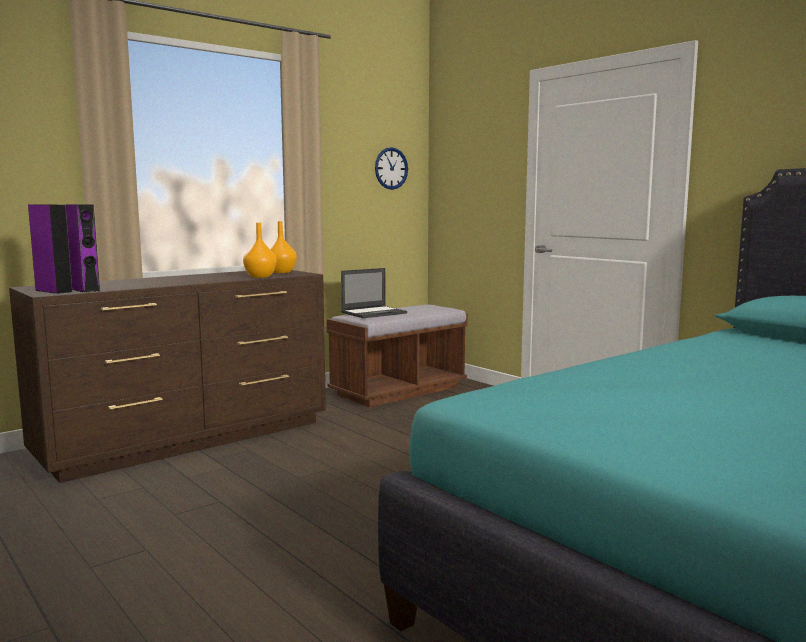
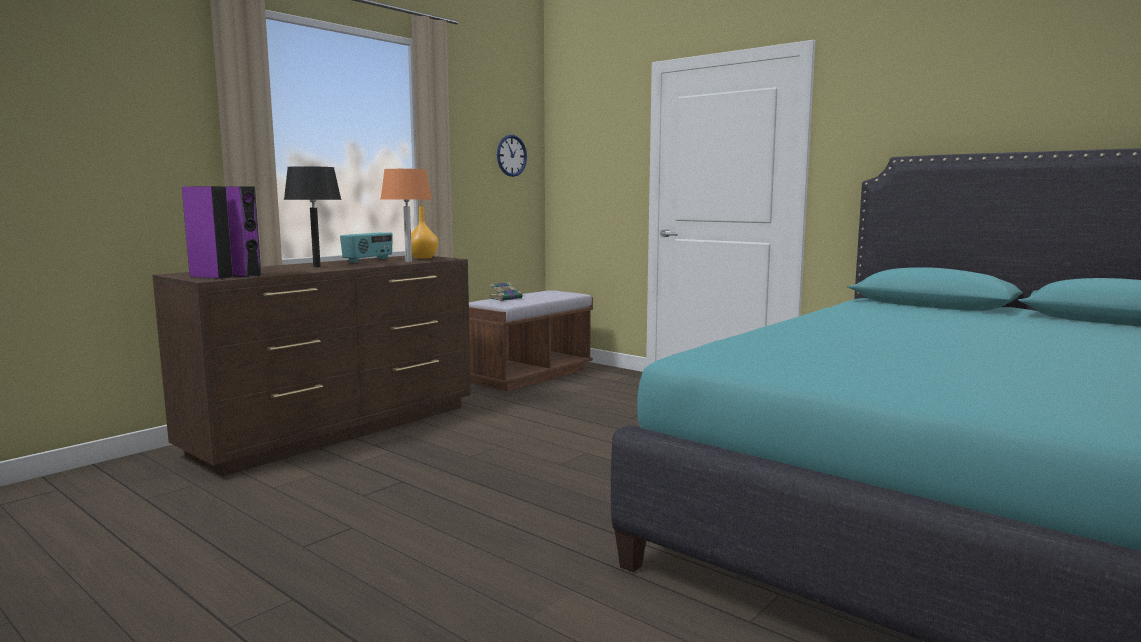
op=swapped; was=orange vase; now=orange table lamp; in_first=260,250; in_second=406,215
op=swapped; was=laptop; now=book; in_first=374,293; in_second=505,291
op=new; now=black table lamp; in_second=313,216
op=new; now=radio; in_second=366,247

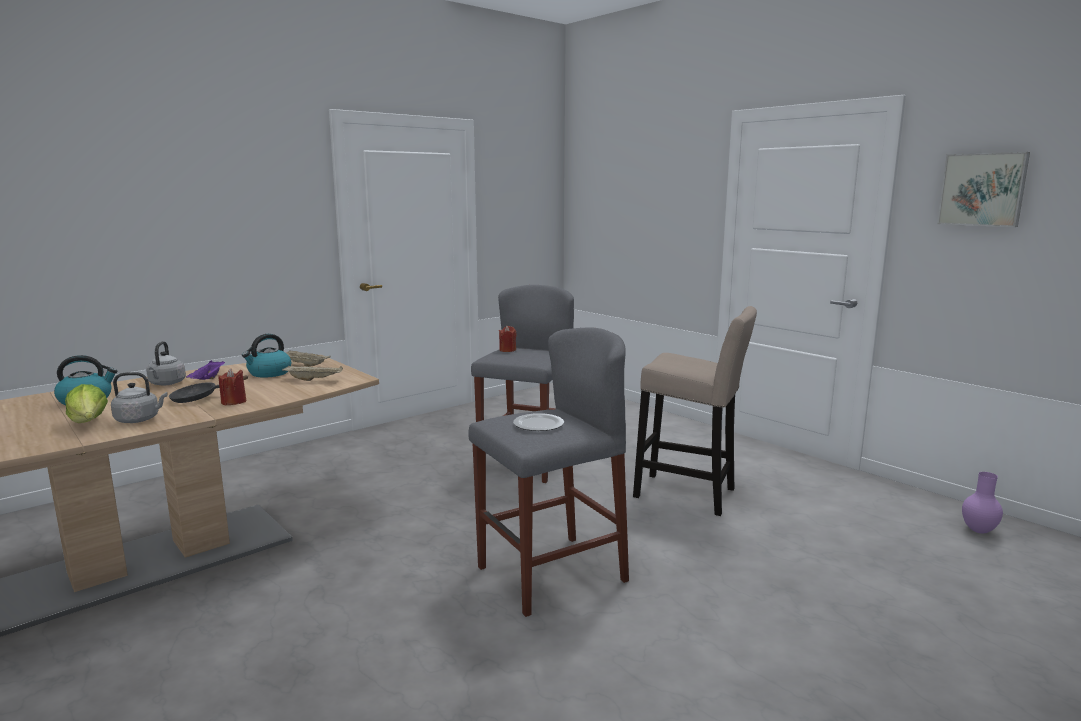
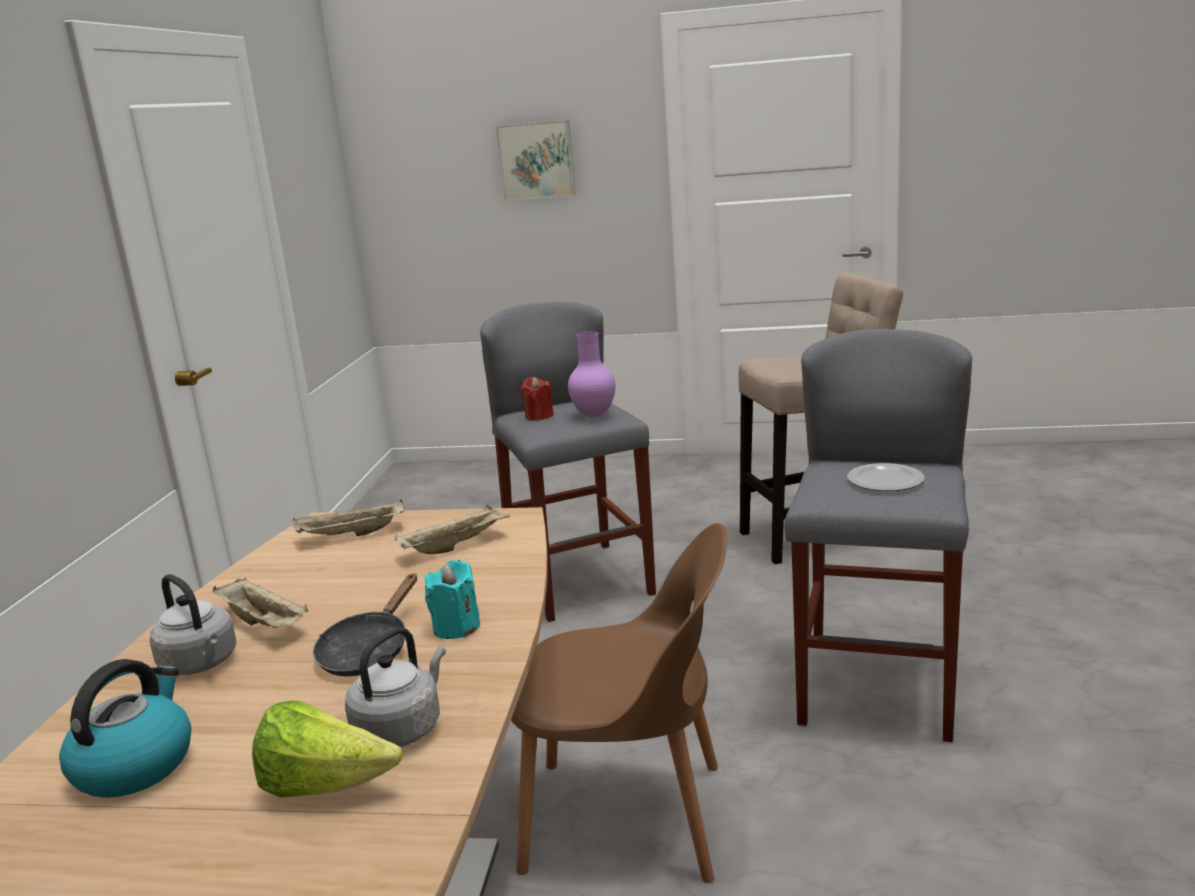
op=shifted; was=picture; in_first=983,189; in_second=535,160
op=gone; was=kettle; in_first=266,356
op=repainted; was=purple tray; now=beige tray; in_first=205,370; in_second=260,603
op=repainted; was=red candle; now=turquoise candle; in_first=232,387; in_second=452,599
op=shifted; was=purple vase; in_first=982,503; in_second=592,374
op=new; now=brown chair; in_second=619,703

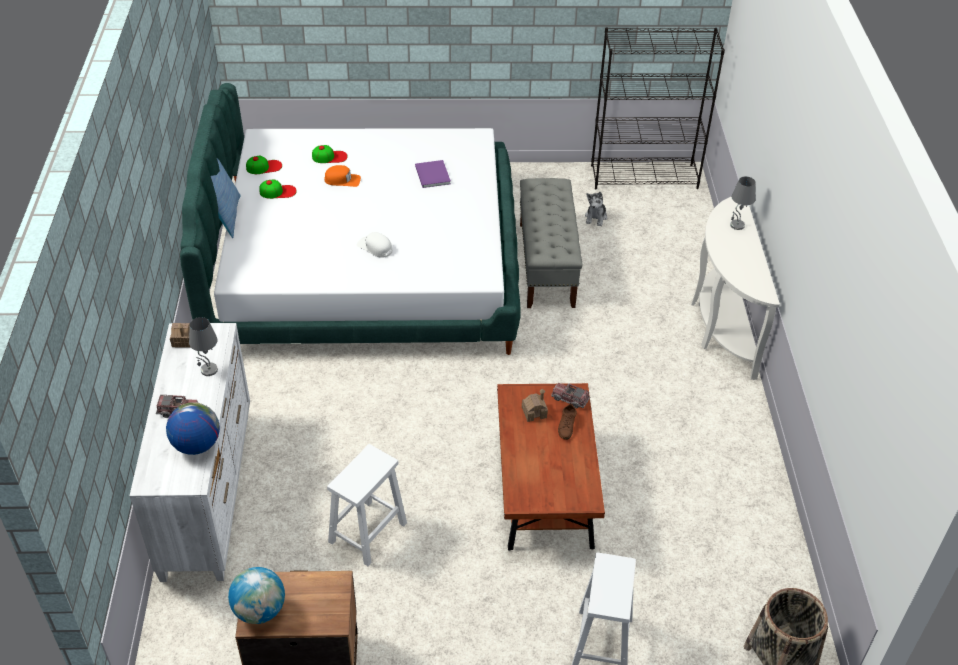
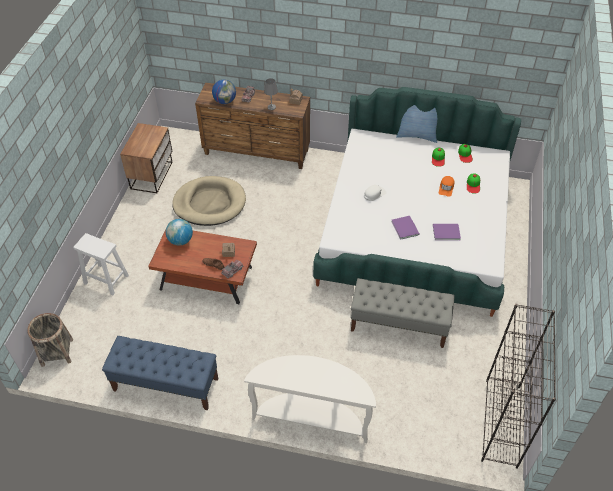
op=gone; was=grey table lamp; in_first=743,203
op=gone; was=plush toy; in_first=596,209
op=repainted; was=white dresser; now=brown dresser; in_first=190,452; in_second=252,126
op=swapped; was=white stool; now=beige dog bed; in_first=367,505; in_second=209,201
op=shifted; was=globe; in_first=256,595; in_second=179,232
op=new; now=purple book; in_second=405,228
op=new; now=blue bench; in_second=160,373

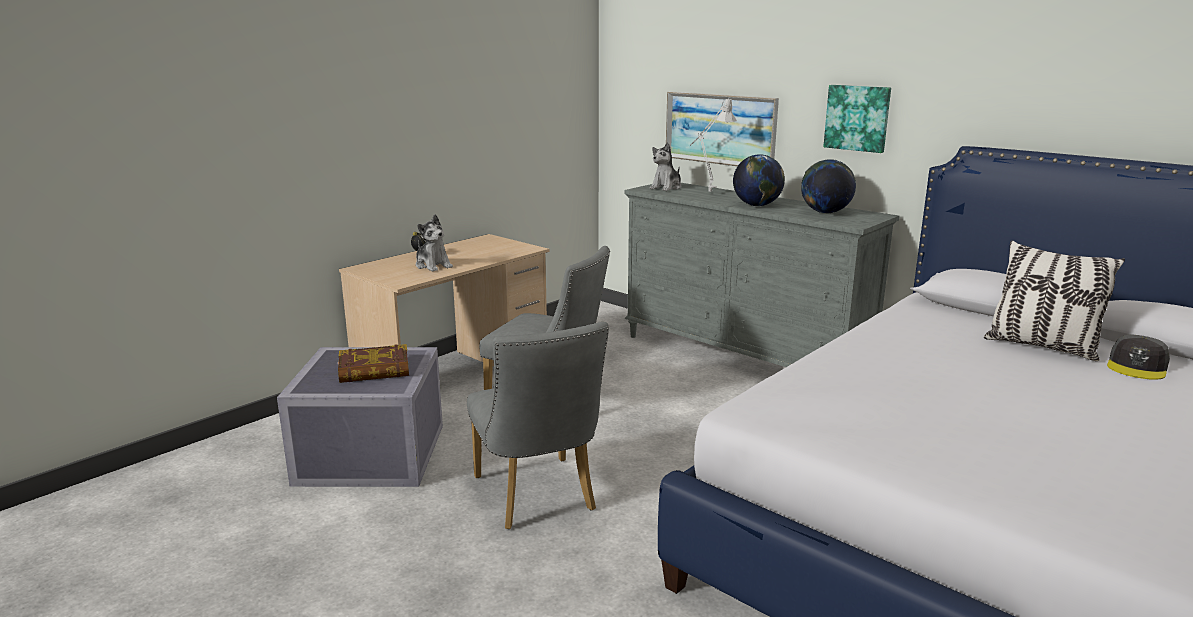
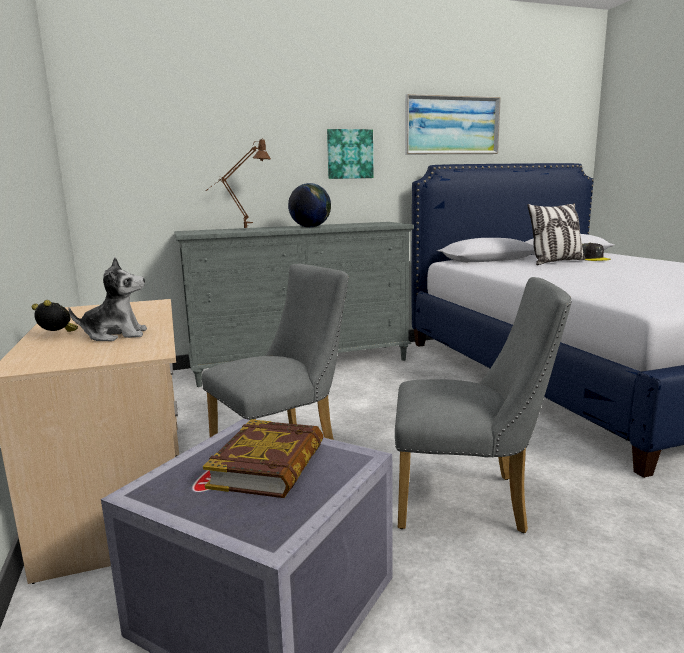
op=shifted; was=picture; in_first=722,128; in_second=453,124
op=repainted; was=grey table lamp; now=brown table lamp; in_first=713,145; in_second=238,183
op=gone; was=plush toy; in_first=665,166
op=gone; was=globe; in_first=828,186

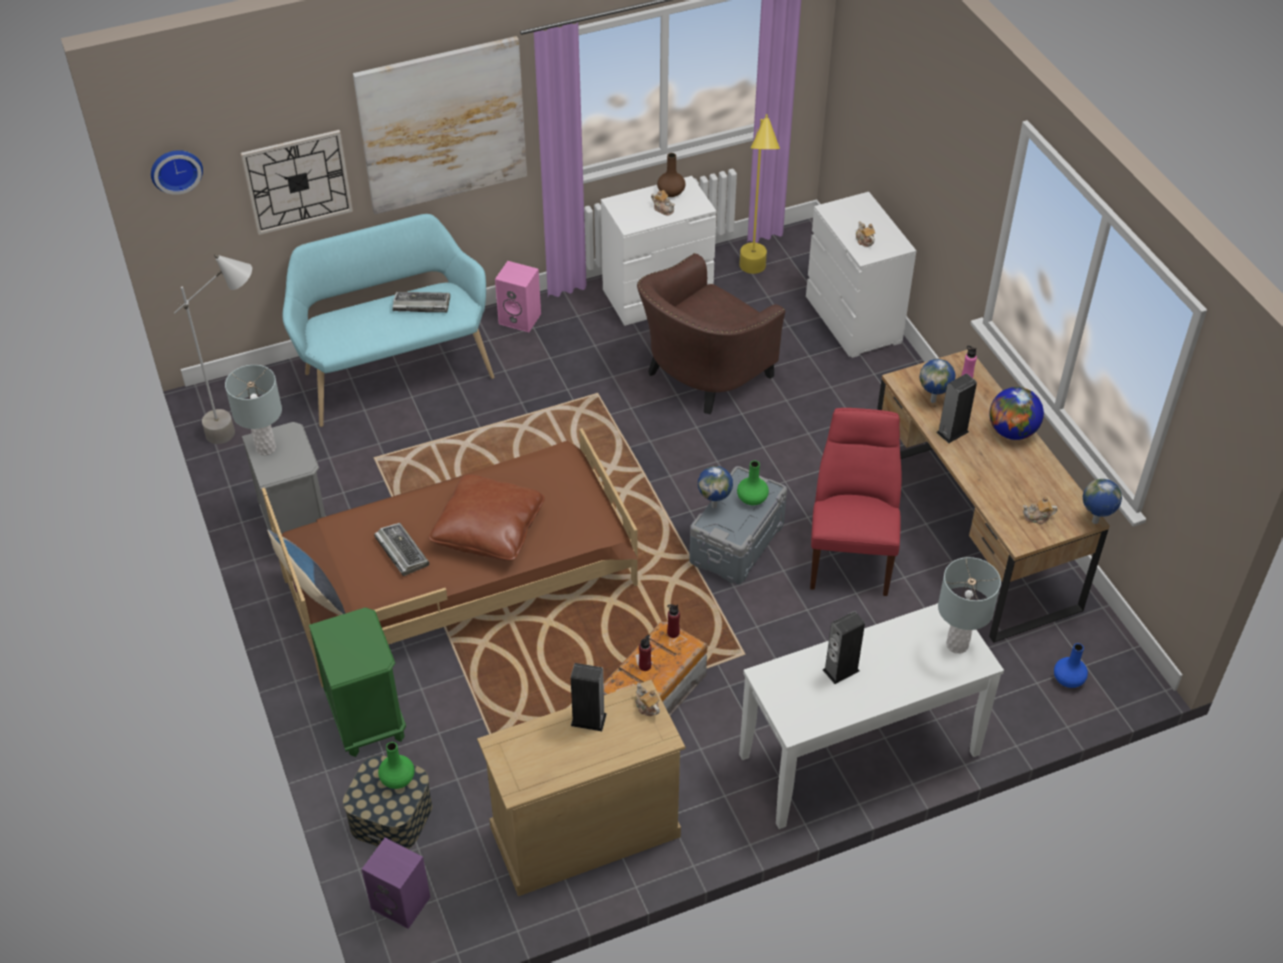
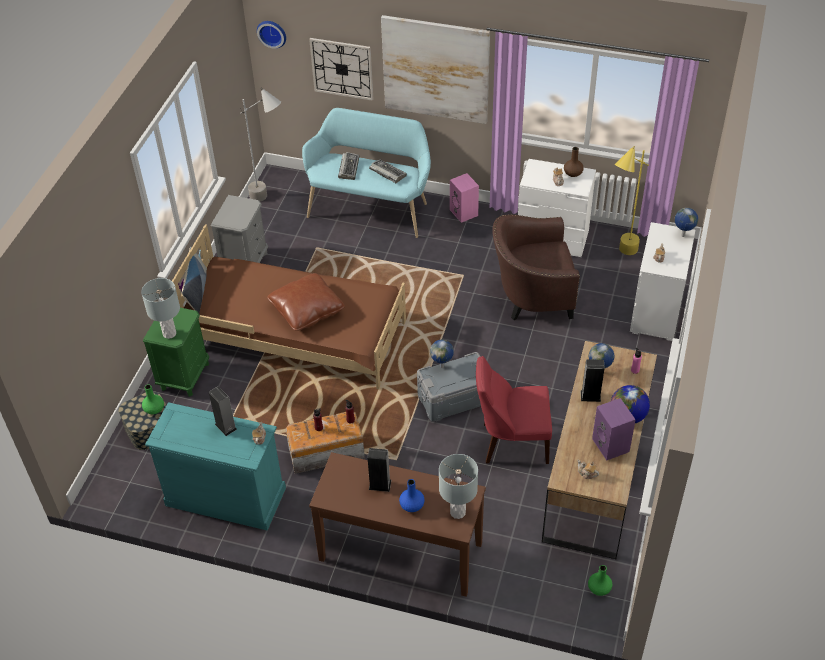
op=shifted; was=grey table lamp; in_first=253,410; in_second=160,308
op=rotated; was=red chair; in_first=856,502; in_second=514,410; clockwise=-135
op=shifted; was=green vase; in_first=753,483; in_second=600,580
op=shifted; was=globe; in_first=1102,501; in_second=686,222
op=shifted; was=keyboard; in_first=401,549; in_second=348,166
op=repainted; was=white console table; now=brown console table; in_first=871,716; in_second=397,524
op=shifted; was=blue vase; in_first=1071,665; in_second=412,495
op=repainted; was=beige dresser; now=turquoise dresser; in_first=581,788; in_second=215,466
op=shifted; was=purple speaker; in_first=396,883; in_second=614,429

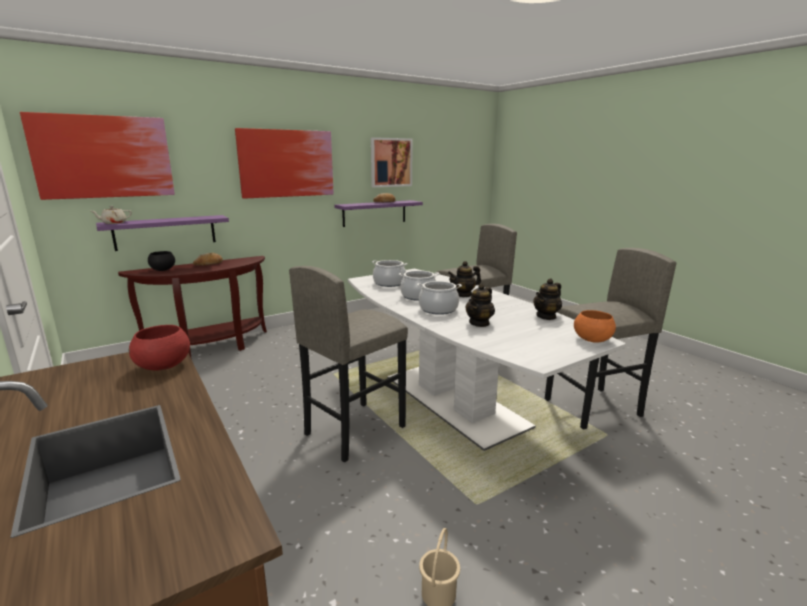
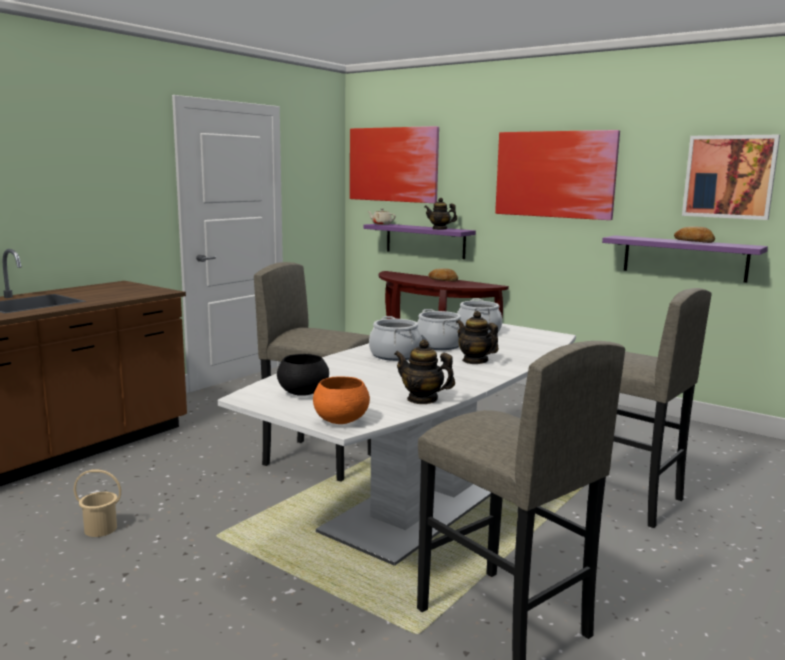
op=shifted; was=black bowl; in_first=161,261; in_second=303,375
op=shifted; was=teapot; in_first=480,305; in_second=441,214
op=gone; was=red bowl; in_first=159,347

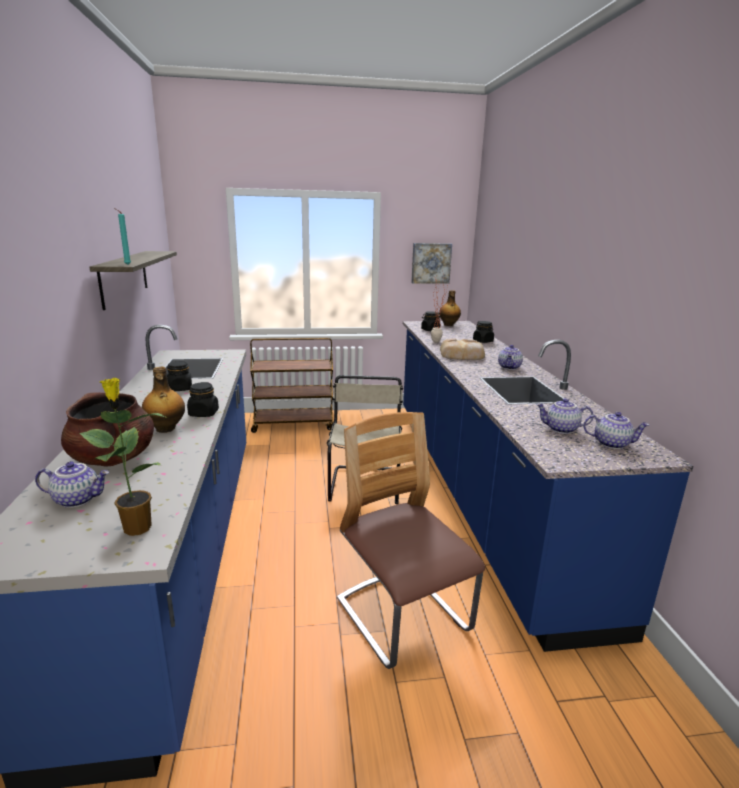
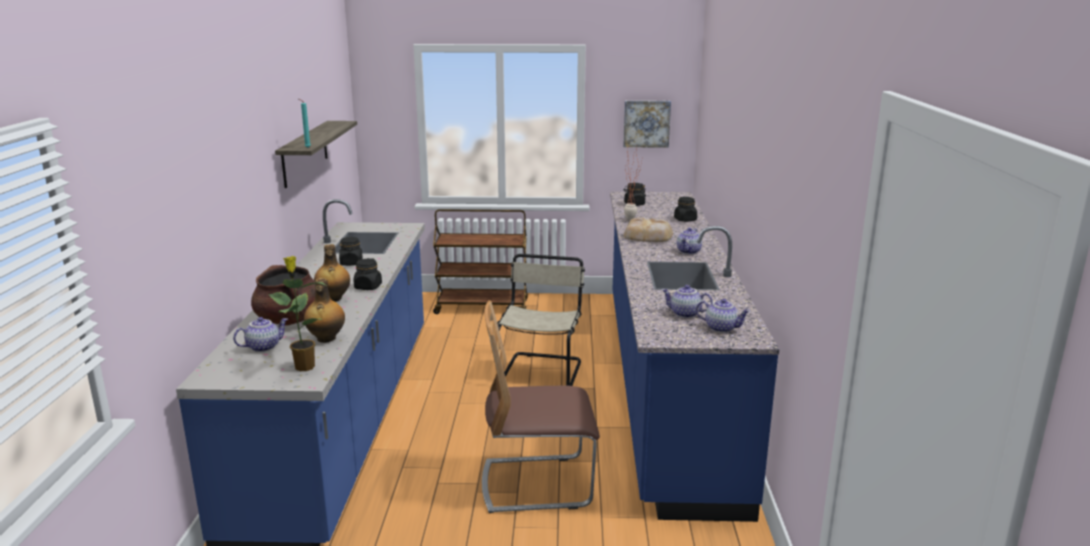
op=shifted; was=bottle; in_first=450,308; in_second=324,310
op=rotated; was=chair; in_first=411,540; in_second=541,406; clockwise=-75
op=rotated; was=teapot; in_first=72,484; in_second=260,334; clockwise=-45

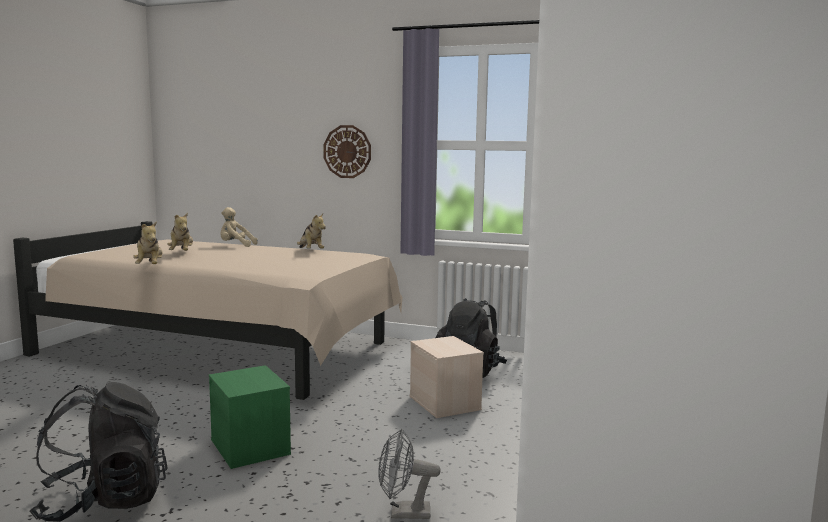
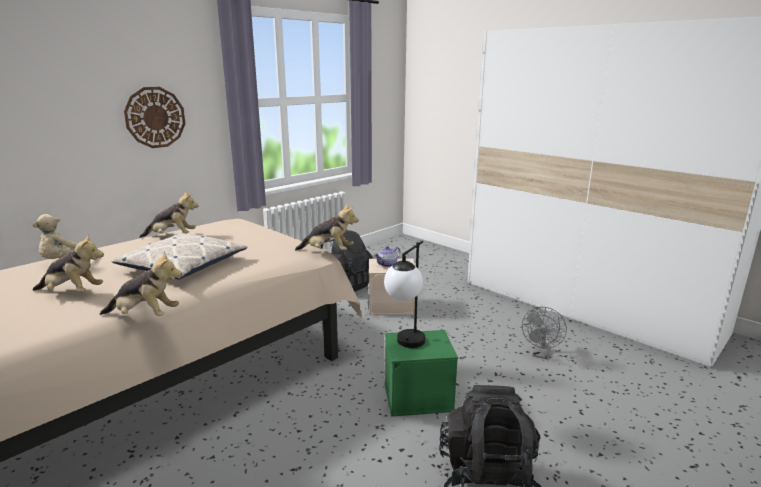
op=new; now=plush toy; in_second=327,226
op=new; now=pillow; in_second=179,257
op=new; now=table lamp; in_second=404,294
op=new; now=teapot; in_second=387,256

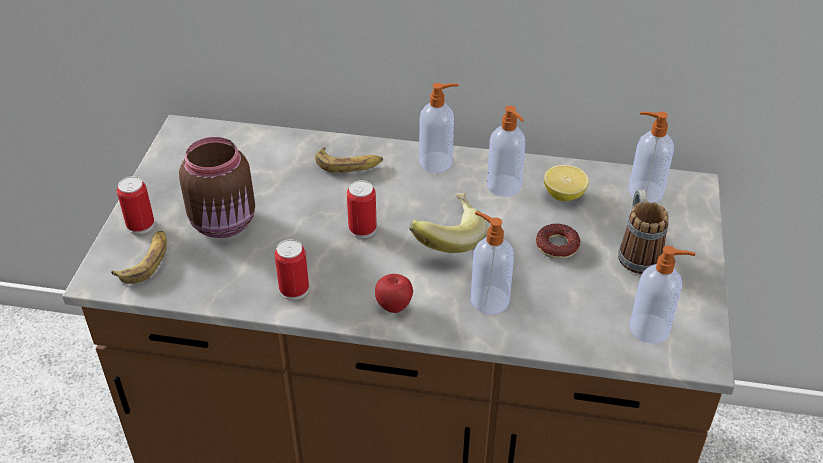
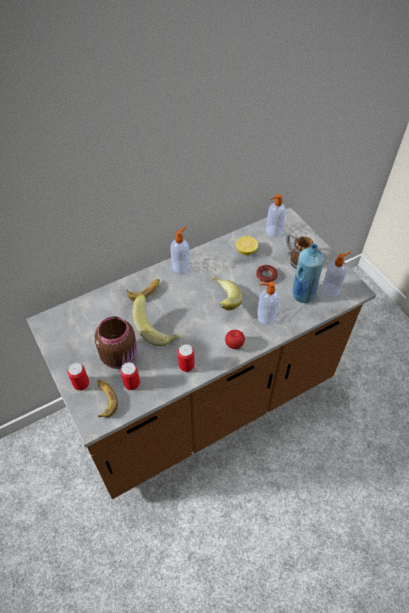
op=gone; was=soap dispenser; in_first=506,151
op=shifted; was=can; in_first=362,209; in_second=130,376
op=new; now=blue bottle; in_second=308,273
op=new; now=banana; in_second=156,320

